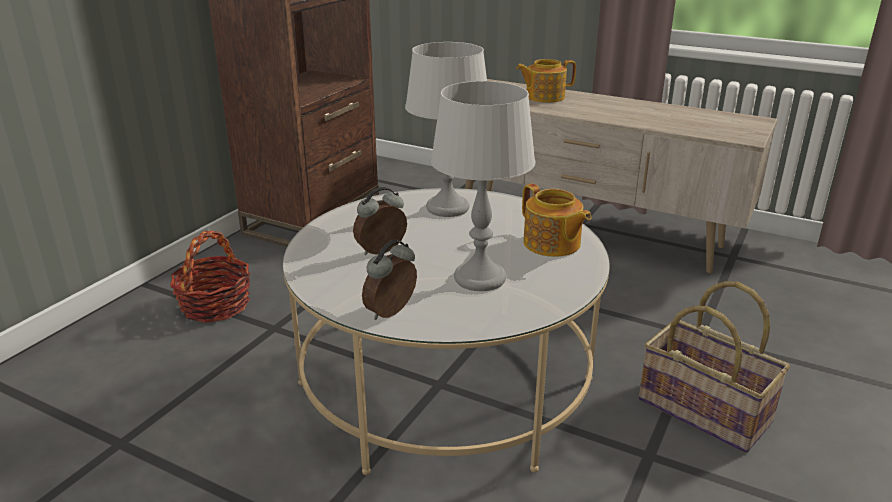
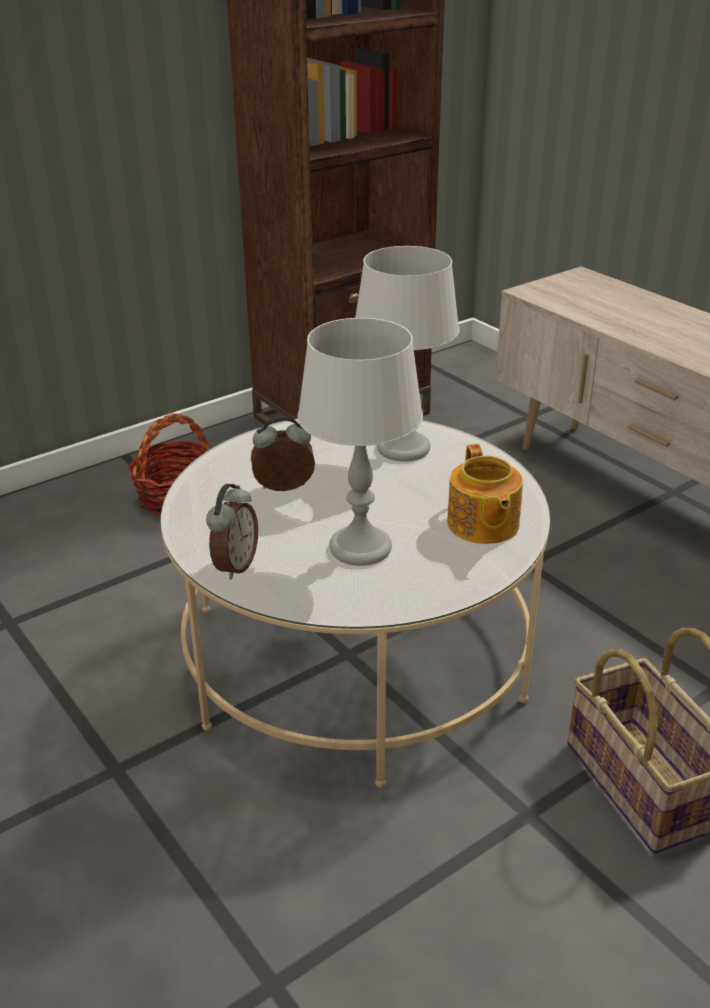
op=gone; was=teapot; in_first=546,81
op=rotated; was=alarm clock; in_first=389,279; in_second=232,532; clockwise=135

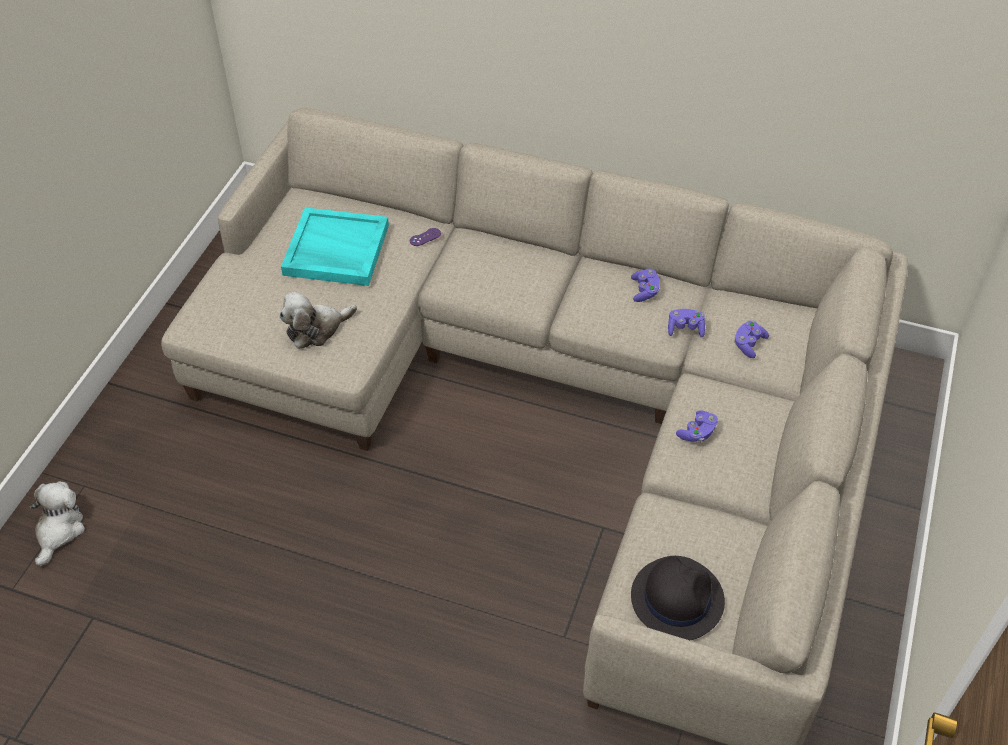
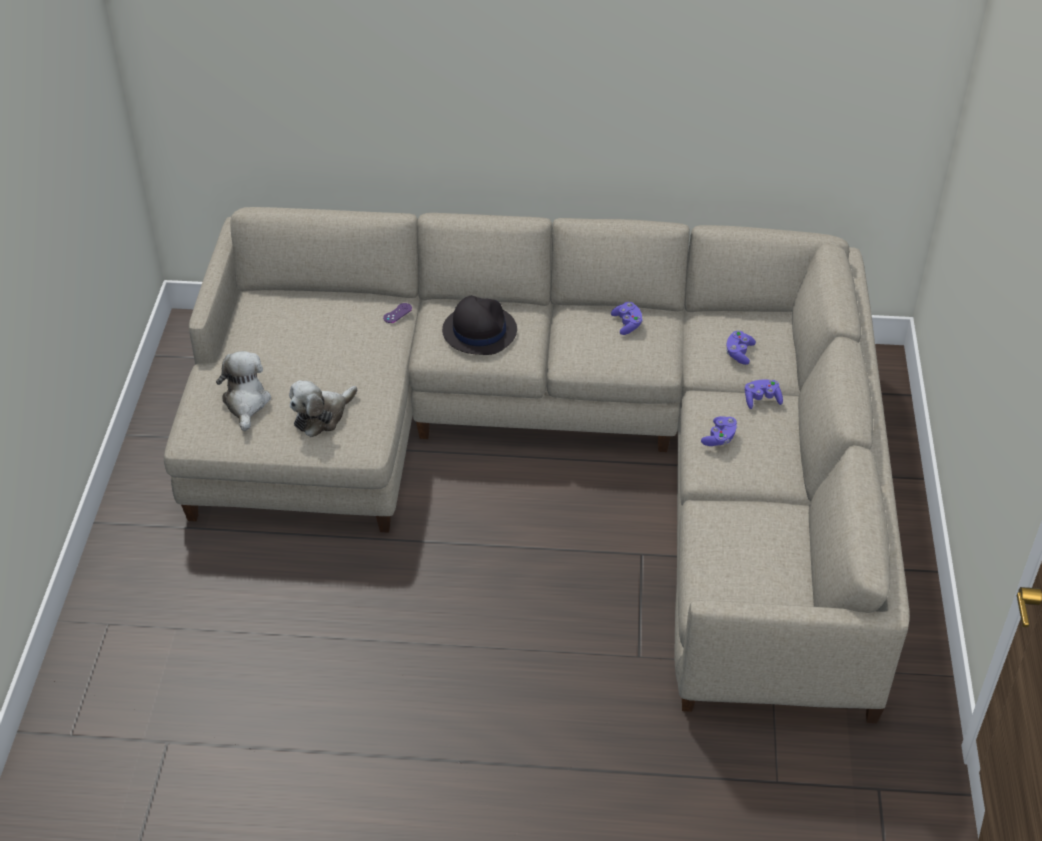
op=gone; was=turquoise tray; in_first=335,246
op=shifted; was=purple game controller; in_first=686,323; in_second=764,394
op=shifted; was=plush toy; in_first=57,523; in_second=243,391
op=shifted; was=black hat; in_first=678,598; in_second=479,325

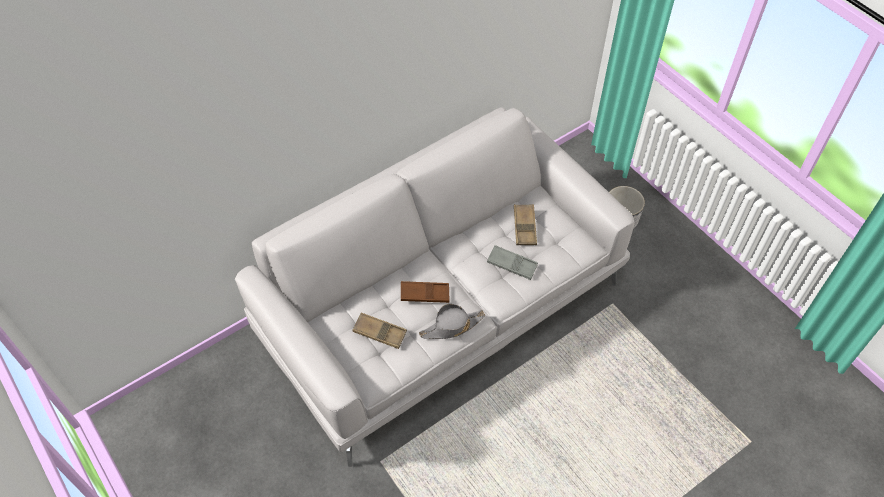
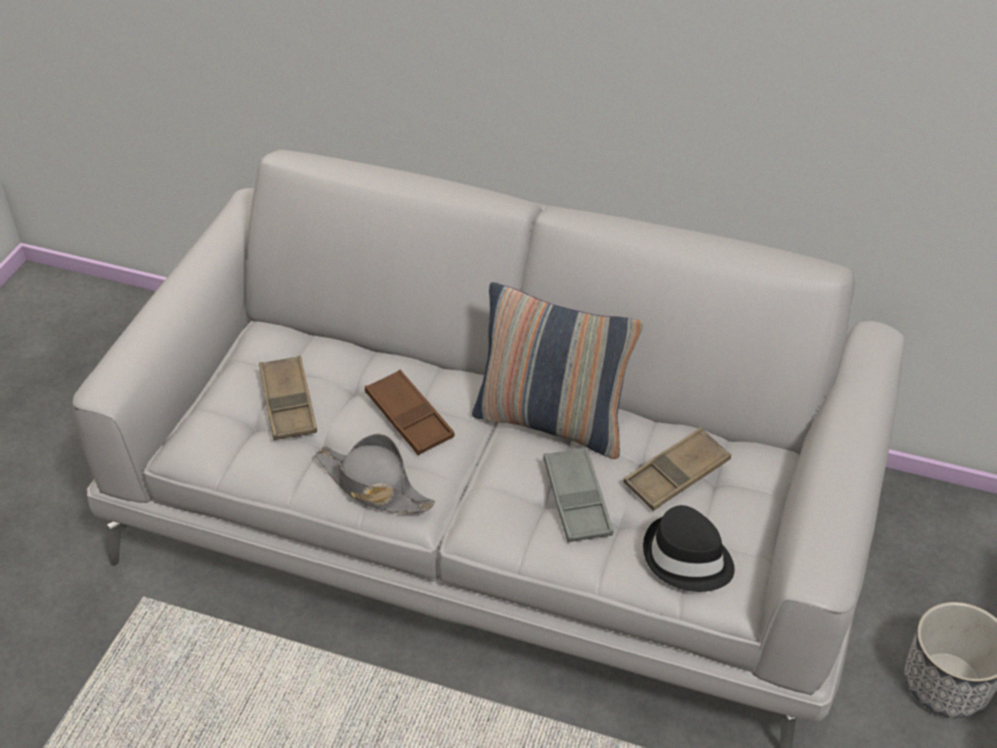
op=new; now=pillow; in_second=557,370
op=new; now=black hat; in_second=689,548

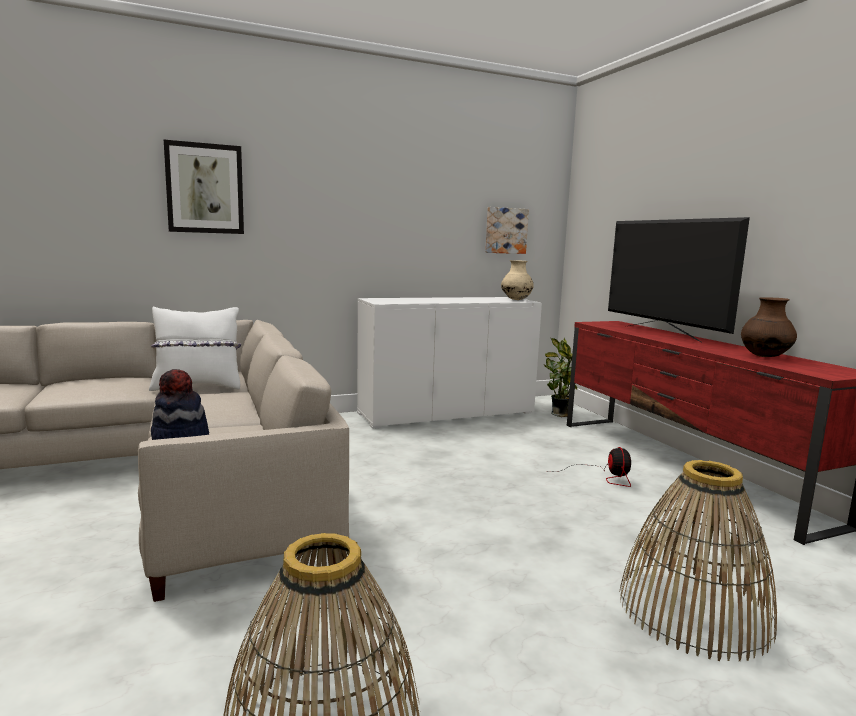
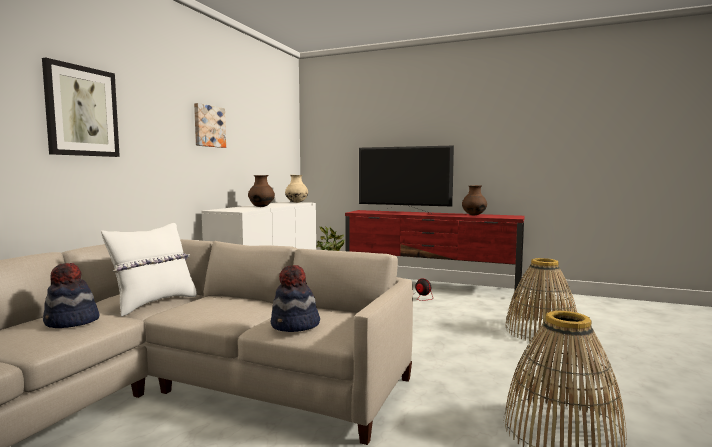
op=shifted; was=picture; in_first=507,230; in_second=210,125
op=new; now=brown vase; in_second=261,191
op=new; now=hat; in_second=71,295

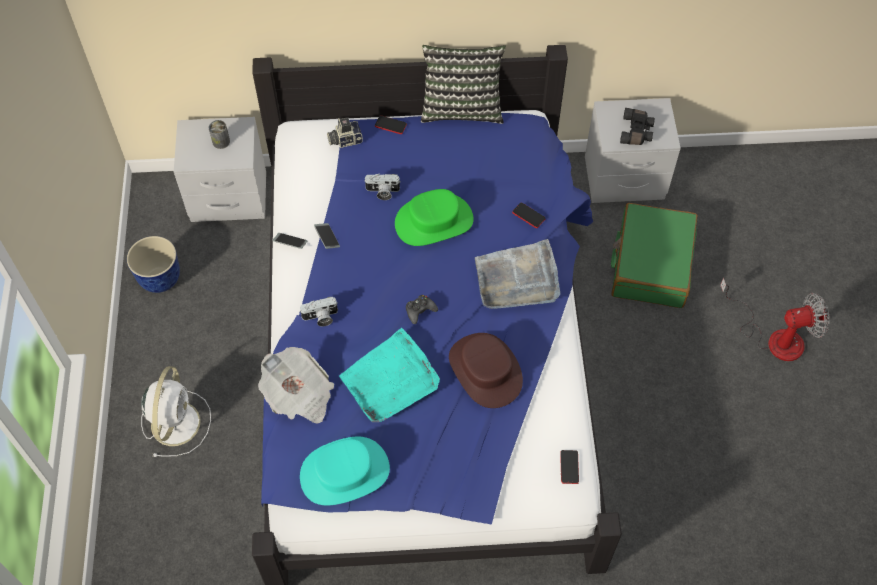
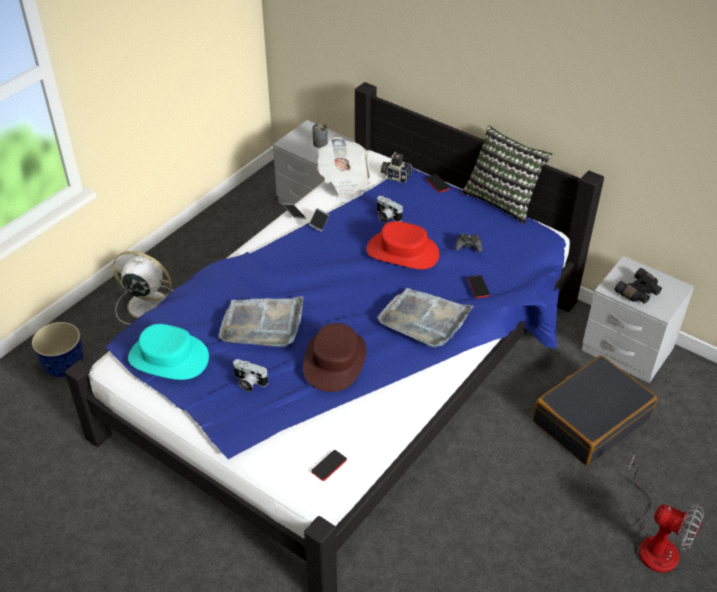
op=repainted; was=green hat; now=red hat; in_first=434,217; in_second=403,245
op=repainted; was=green suitcase; now=black suitcase; in_first=654,255; in_second=595,410
op=shifted; was=planter; in_first=153,264; in_second=58,349
op=shifted; was=black game controller; in_first=422,309; in_second=468,242
op=shifted; was=photo camera; in_first=318,311; in_second=250,375
op=repainted; was=turquoise tray; now=grey tray; in_first=389,375; in_second=261,321
op=shifted; was=newspaper; in_first=296,385; in_second=343,167
op=rotated; was=white fan; in_first=176,411; in_second=142,287; clockwise=-120

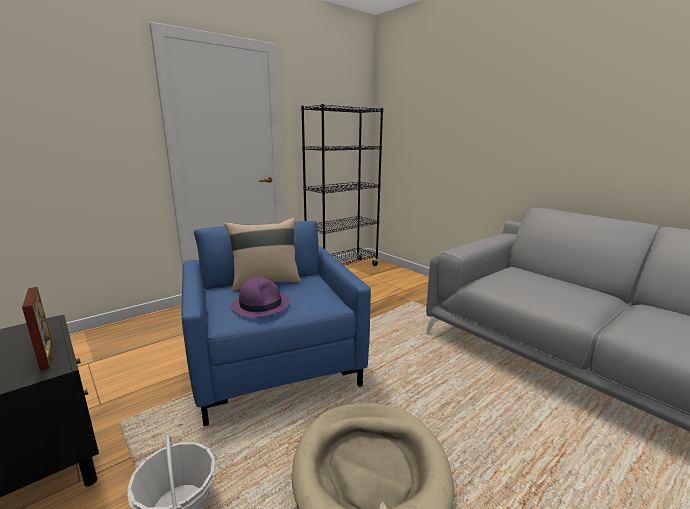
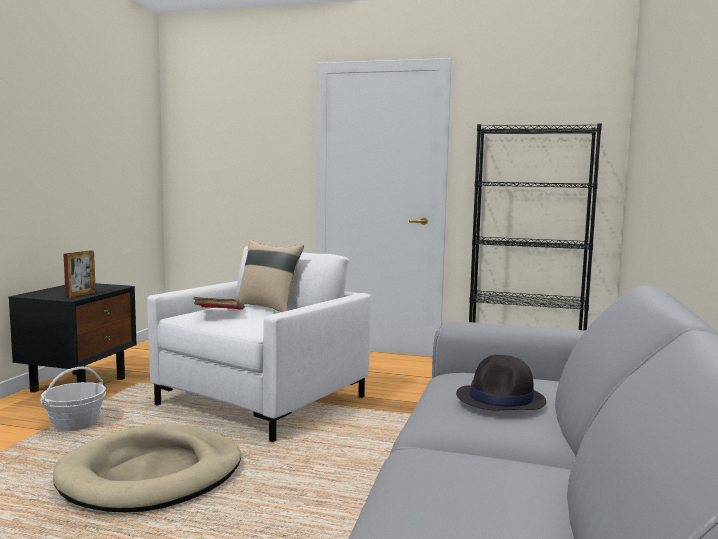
op=repainted; was=blue armchair; now=white armchair; in_first=276,323; in_second=259,344
op=swapped; was=purple hat; now=red book; in_first=260,297; in_second=219,303
op=new; now=black hat; in_second=501,383

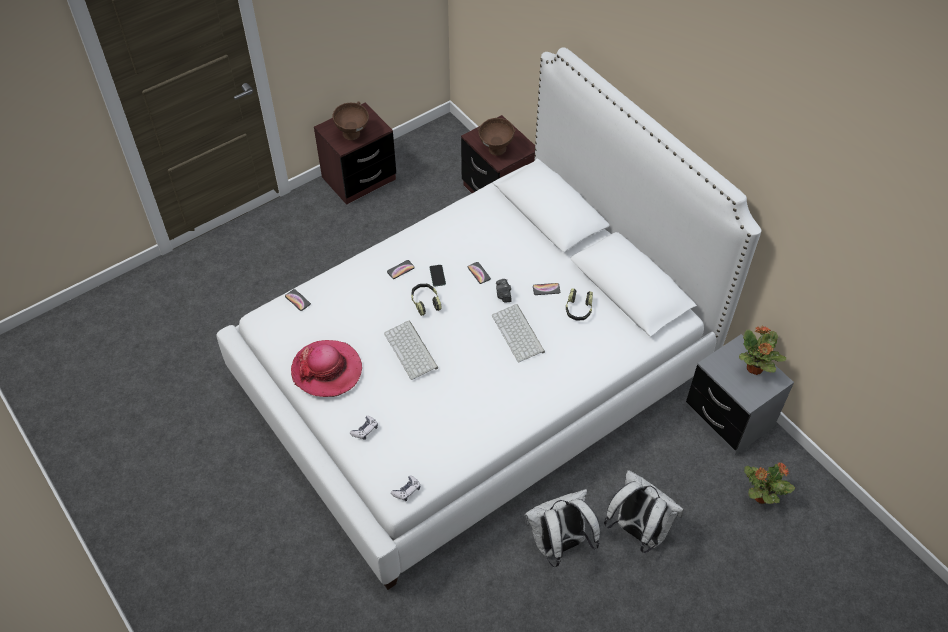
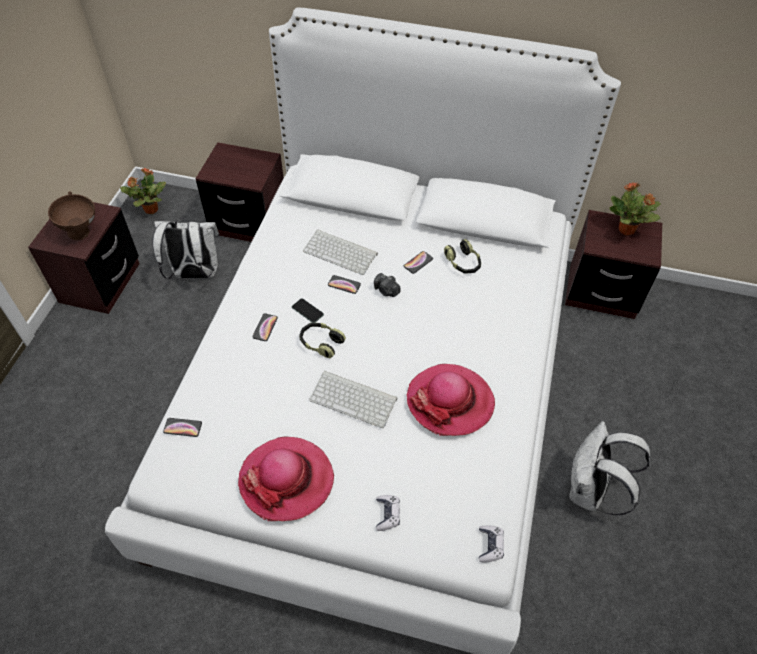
op=gone; was=brown bowl; in_first=496,137
op=shifted; was=keyboard; in_first=518,333; in_second=340,252
op=repainted; was=grey nightstand; now=brown nightstand; in_first=740,395; in_second=613,264
op=shifted; was=potted plant; in_first=769,483; in_second=143,191
op=shifted; was=white backpack; in_first=644,511; in_second=185,249
op=new; now=hat; in_second=451,400

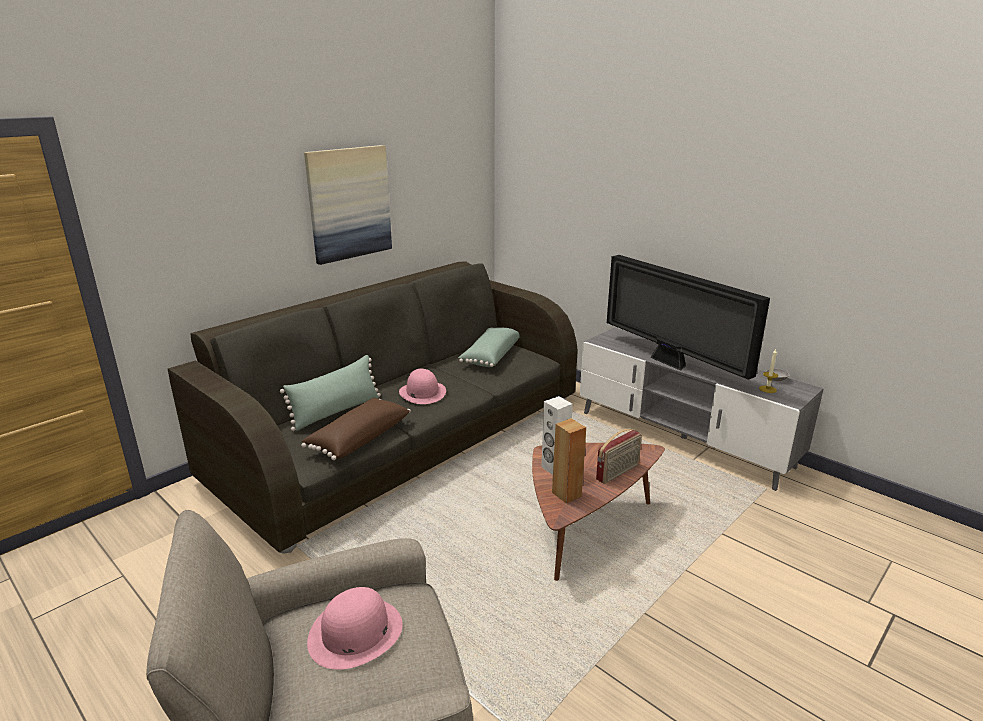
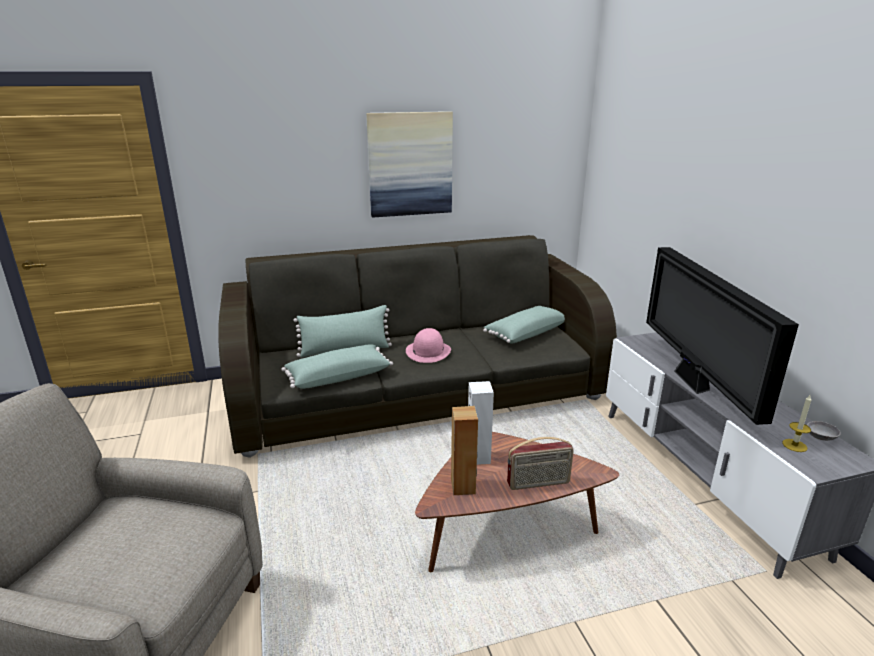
op=repainted; was=brown pillow; now=green pillow; in_first=356,429; in_second=337,366
op=gone; was=pink hat; in_first=355,628

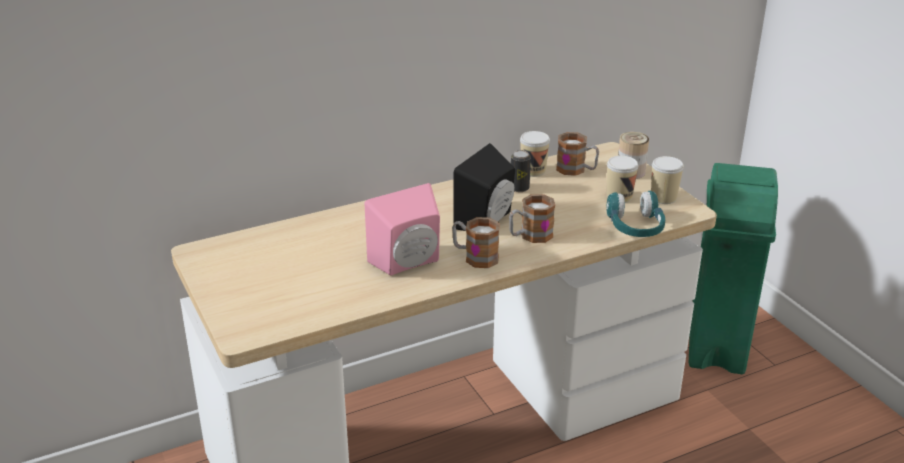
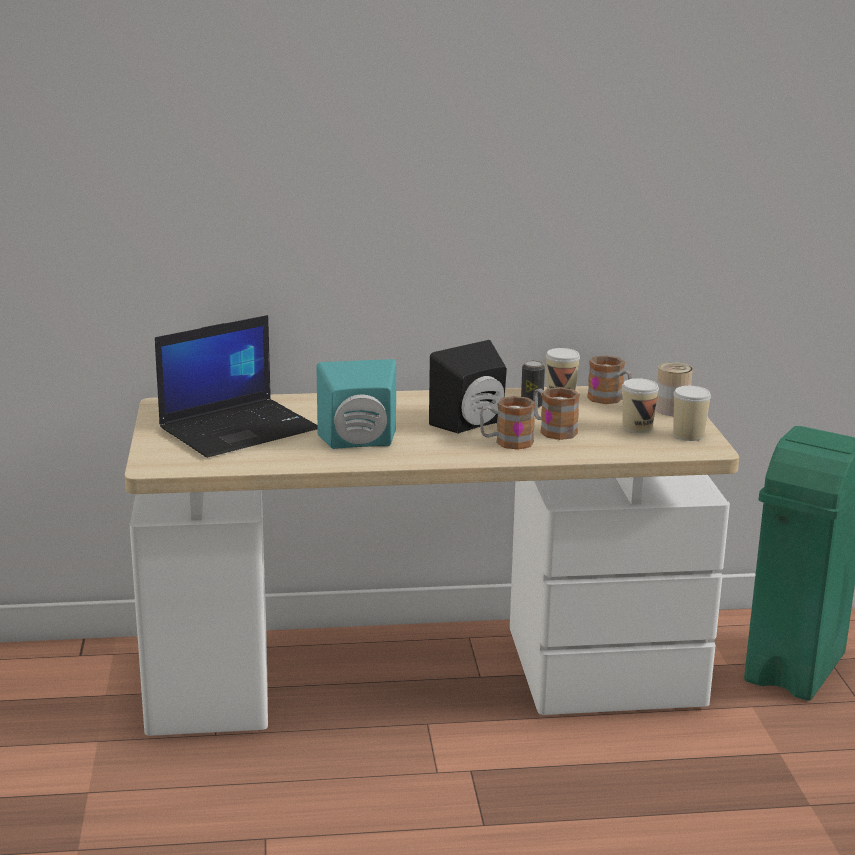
op=repainted; was=pink speaker; now=turquoise speaker; in_first=402,229; in_second=356,404
op=gone; was=turquoise headphones; in_first=635,214
op=shifted; was=mug; in_first=476,242; in_second=556,413
op=new; now=laptop; in_second=236,386

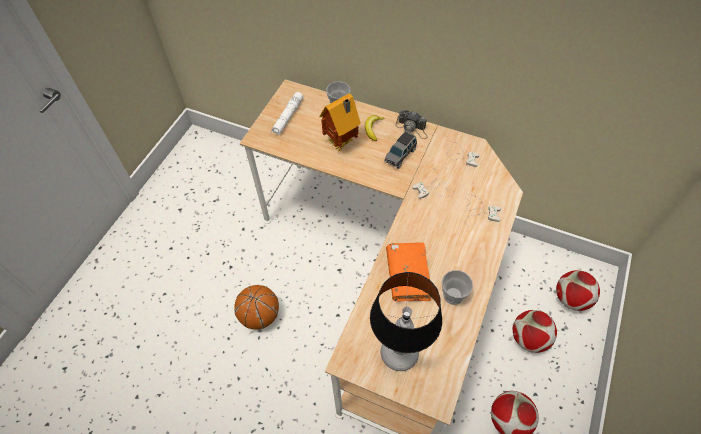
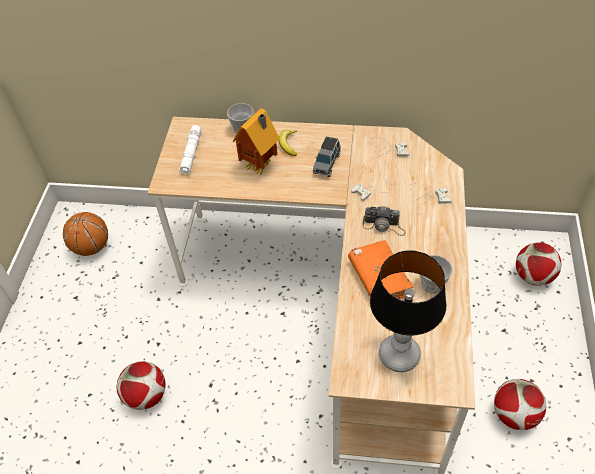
op=shifted; was=photo camera; in_first=411,124; in_second=384,221
op=shifted; was=basketball; in_first=256,307; in_second=85,234
op=shifted; was=football; in_first=535,331; in_second=141,385

